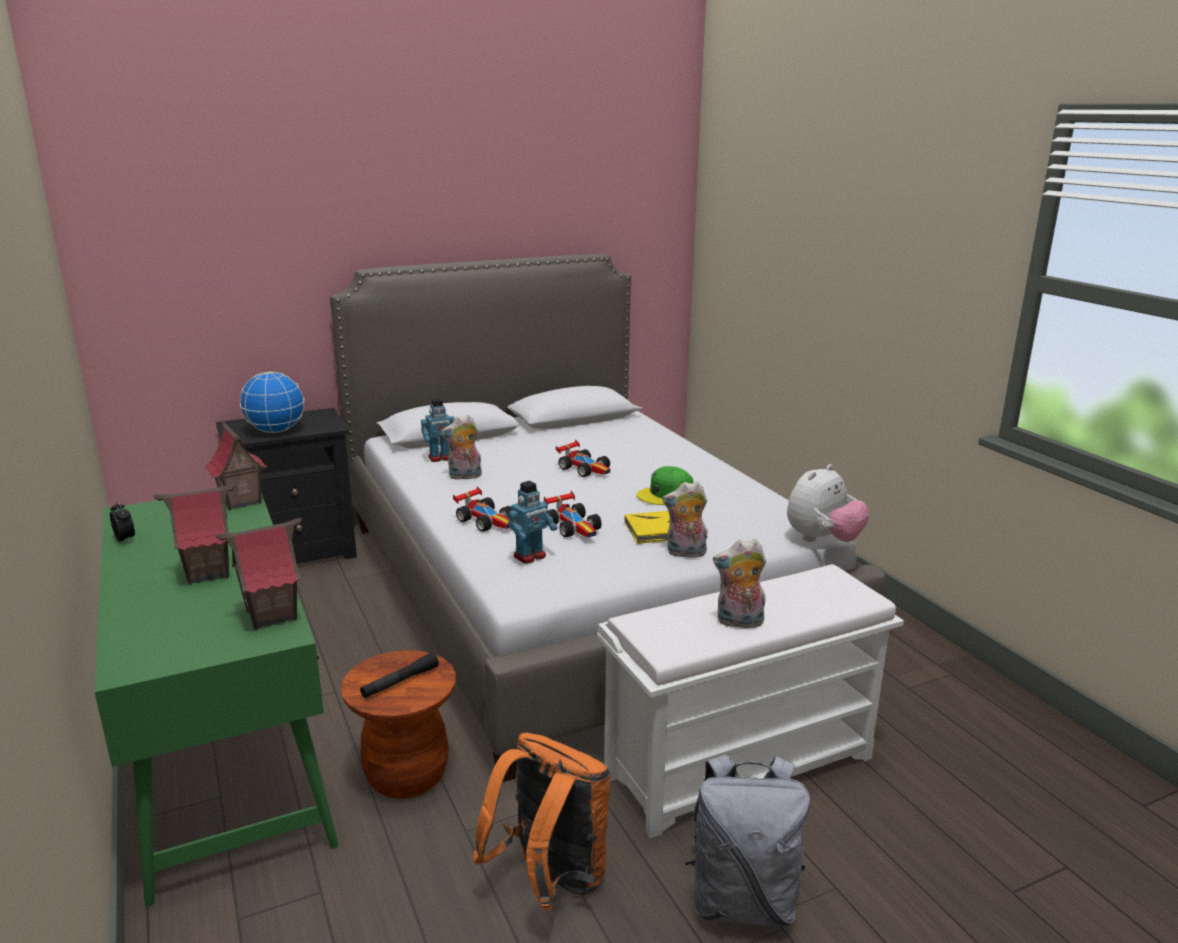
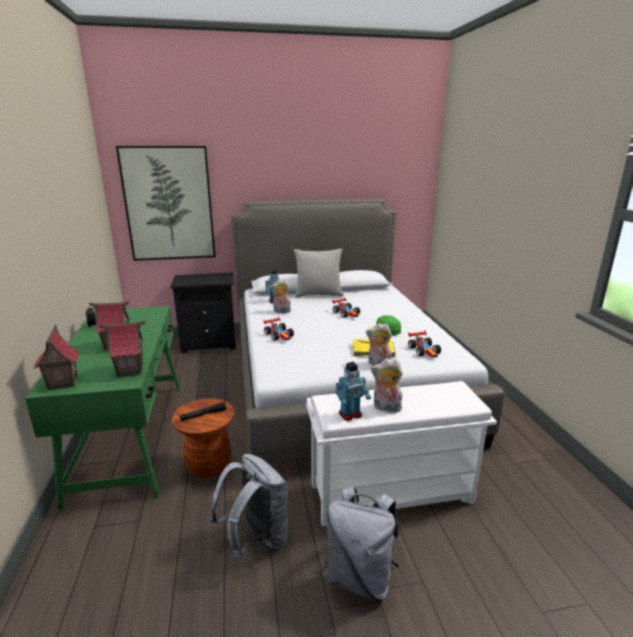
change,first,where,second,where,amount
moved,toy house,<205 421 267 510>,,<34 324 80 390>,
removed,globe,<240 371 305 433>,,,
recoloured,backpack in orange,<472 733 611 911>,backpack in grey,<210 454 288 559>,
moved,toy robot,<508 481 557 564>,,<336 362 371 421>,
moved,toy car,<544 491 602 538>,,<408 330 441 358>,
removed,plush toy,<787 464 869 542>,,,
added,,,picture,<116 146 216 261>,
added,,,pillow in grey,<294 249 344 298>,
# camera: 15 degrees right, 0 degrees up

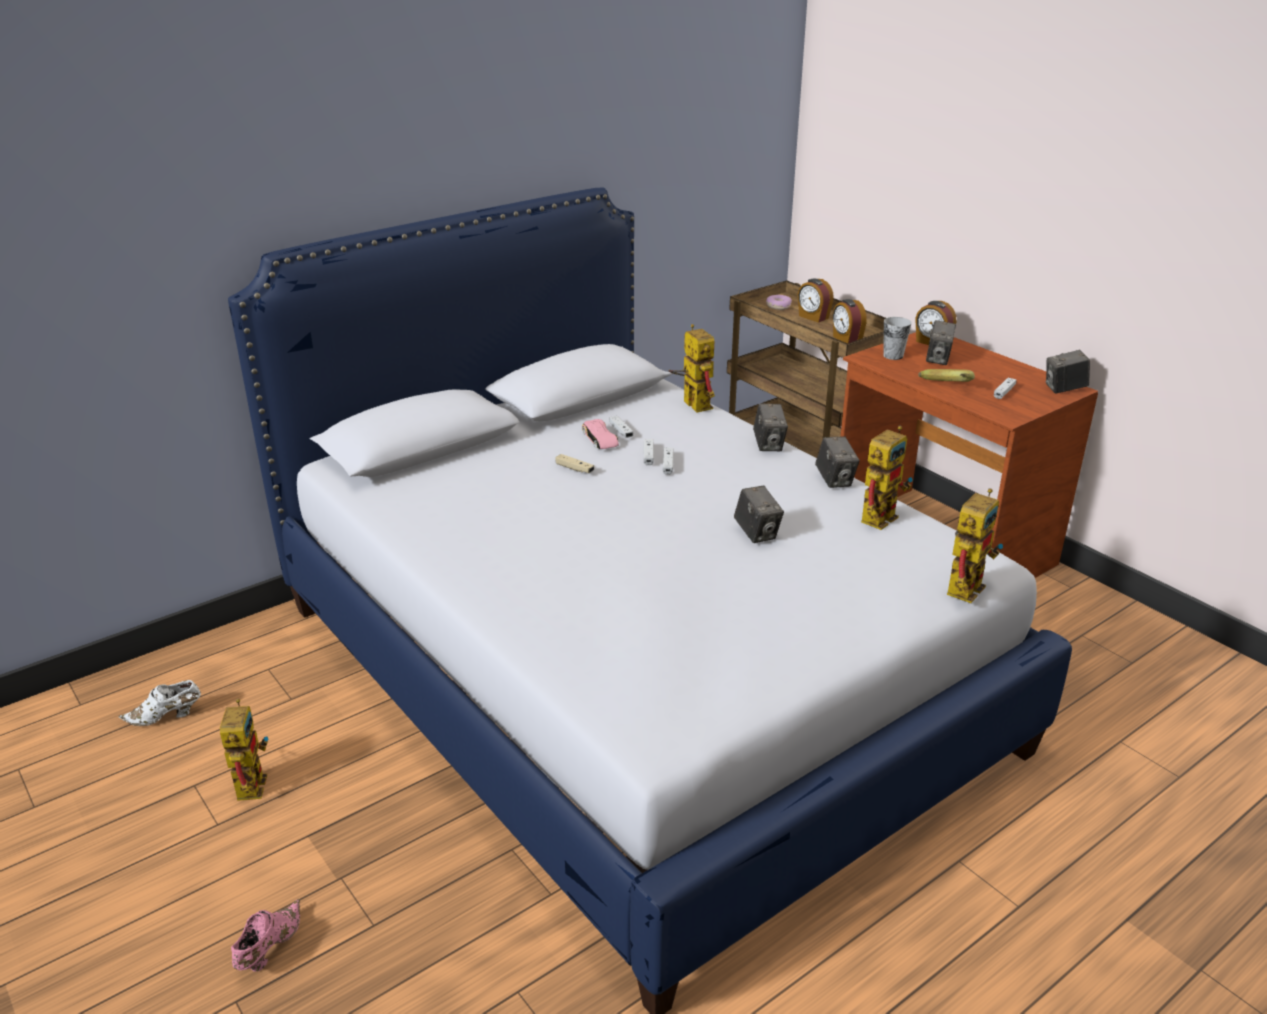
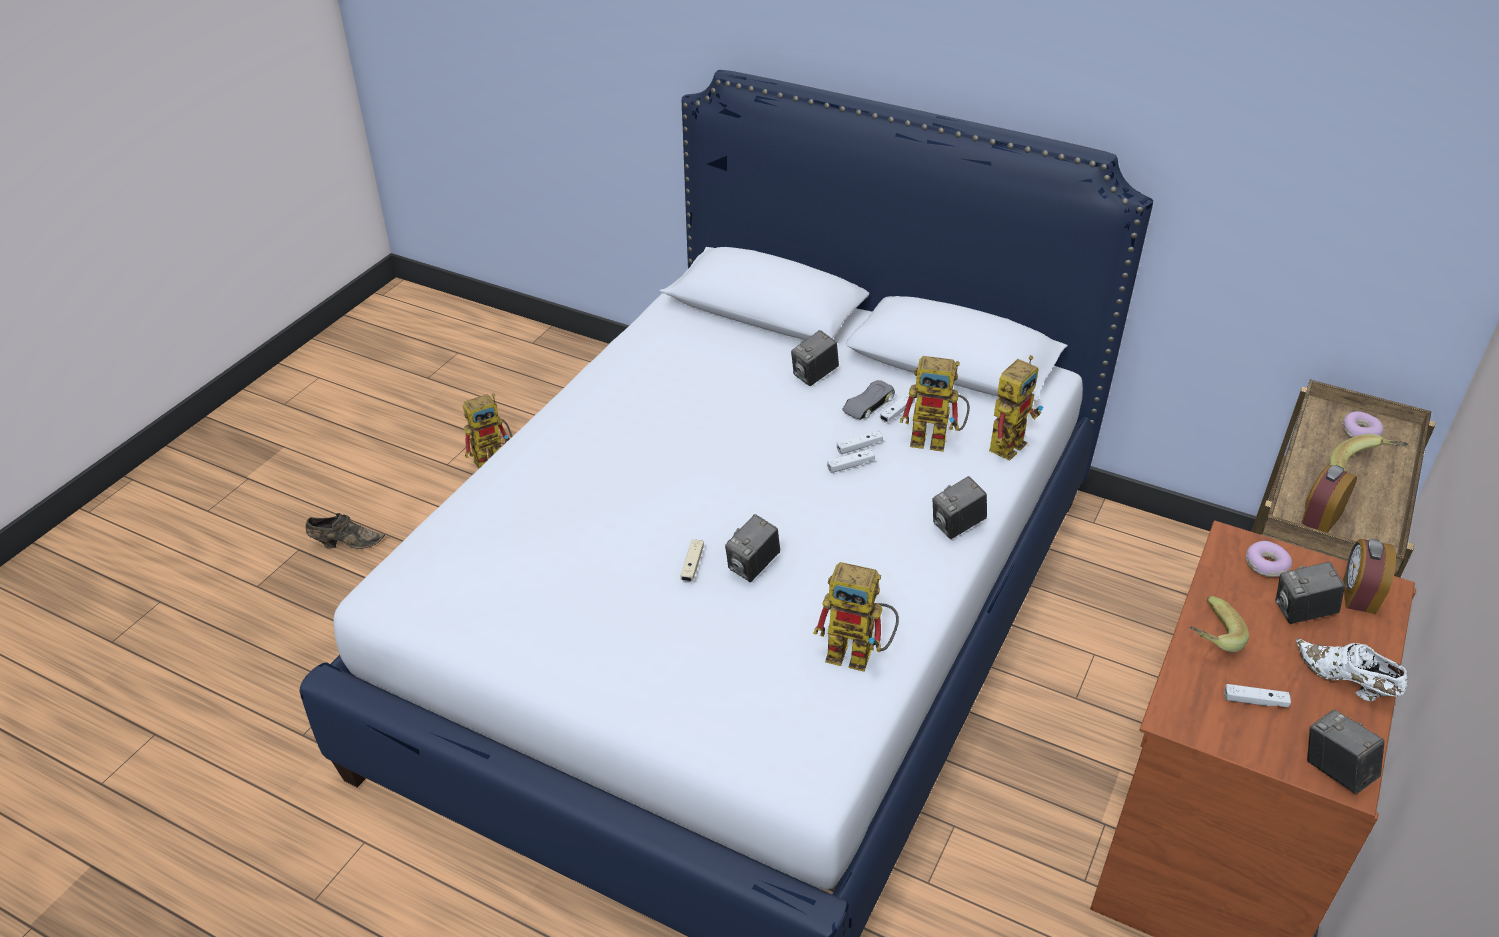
change,first,where,second,where,amount
moved,shoe in white,<119 680 201 726>,,<1296 638 1408 701>,
recoloured,shoe in pink,<231 899 300 972>,shoe in brown,<305 513 385 549>,
moved,game controller in beige,<555 454 594 473>,,<680 539 704 582>,
recoloured,toy car in pink,<582 419 619 449>,toy car in grey,<842 380 895 420>,
replaced,alarm clock,<798 279 834 323>,banana,<1329 434 1408 471>,
moved,photo camera,<815 436 860 488>,,<791 330 839 386>,
replaced,cup,<883 317 911 360>,donut,<1246 541 1292 577>,
moved,toy robot,<947 489 1004 603>,,<900 356 970 452>,
# camera: 65 degrees right, 10 degrees up

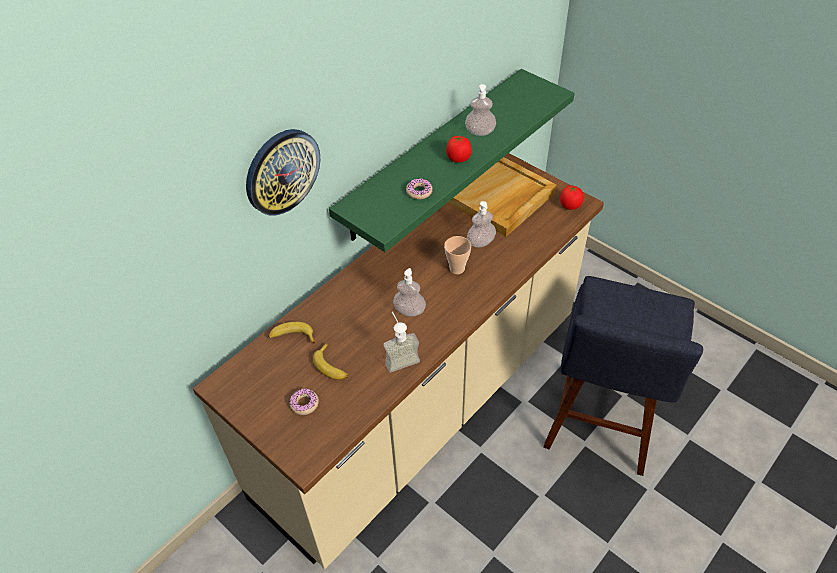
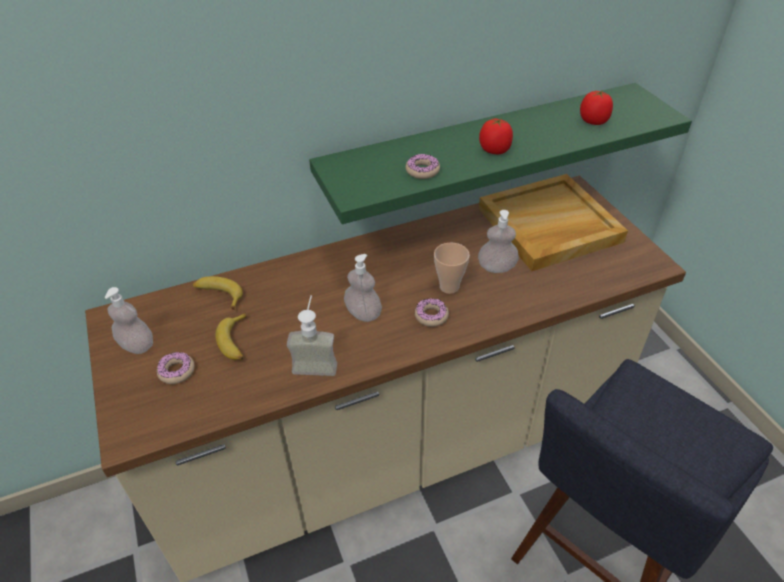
change,first,where,second,where,amount
removed,wall clock,<246 129 320 215>,,,
moved,soap dispenser,<465 84 496 136>,,<105 287 153 354>,
moved,tomato,<560 185 584 210>,,<580 90 613 125>,
added,,,donut,<415 298 449 327>,
# camera: 25 degrees right, 5 degrees down

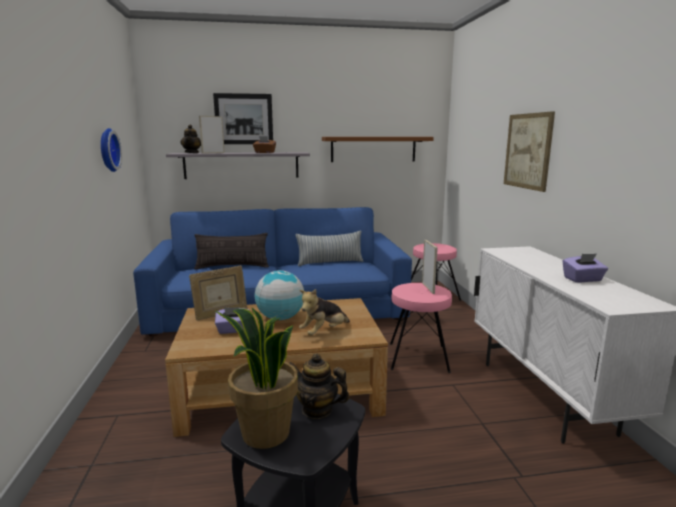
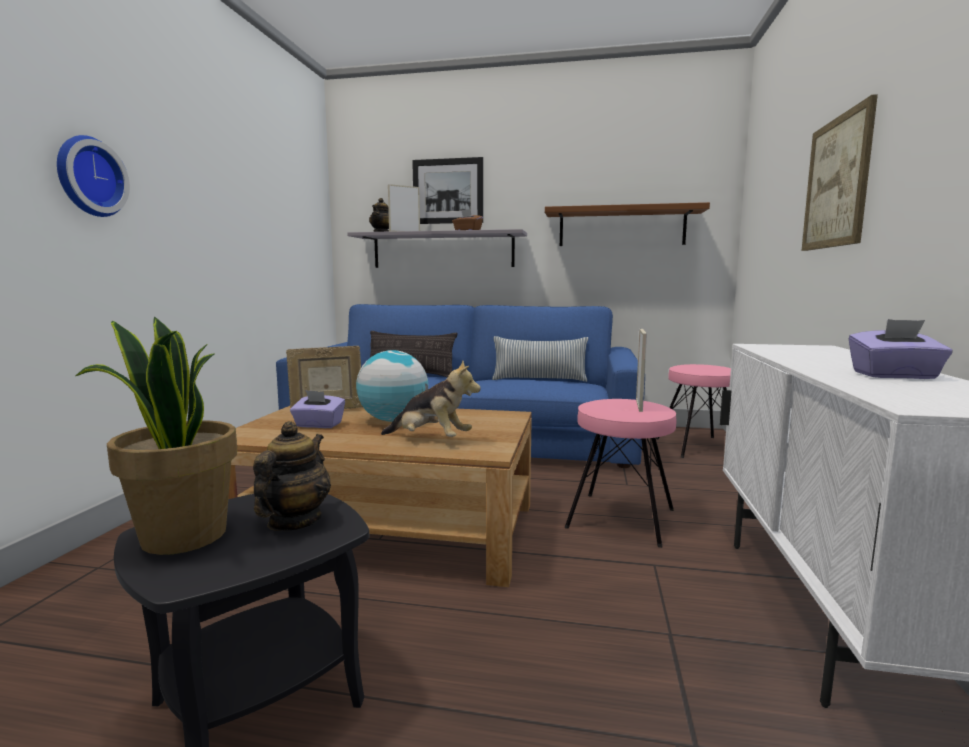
change,first,where,second,where,amount
moved,wall clock,<101 128 122 172>,,<57 135 130 217>,
turned,teapot,<289 353 350 419>,,<253 421 331 531>,60 degrees clockwise
turned,plush toy,<299 289 350 335>,,<381 360 481 437>,135 degrees counterclockwise
# camera: 20 degrees right, 5 degrees down

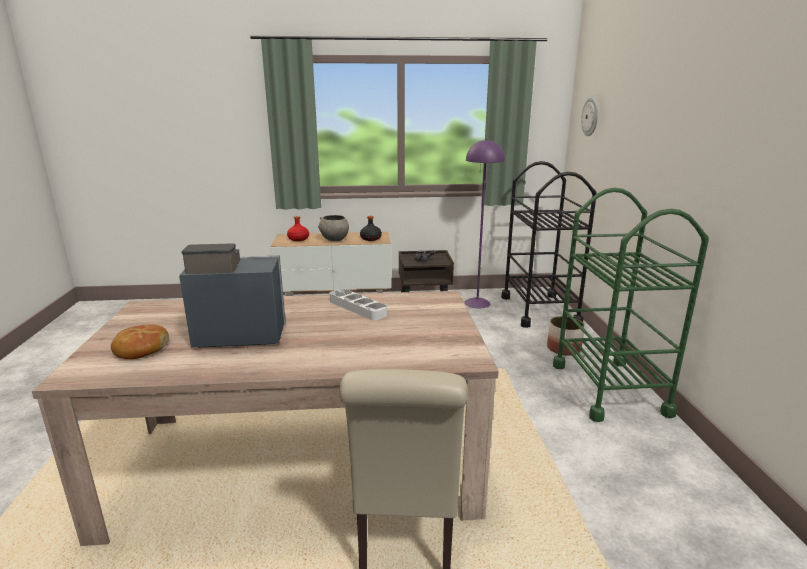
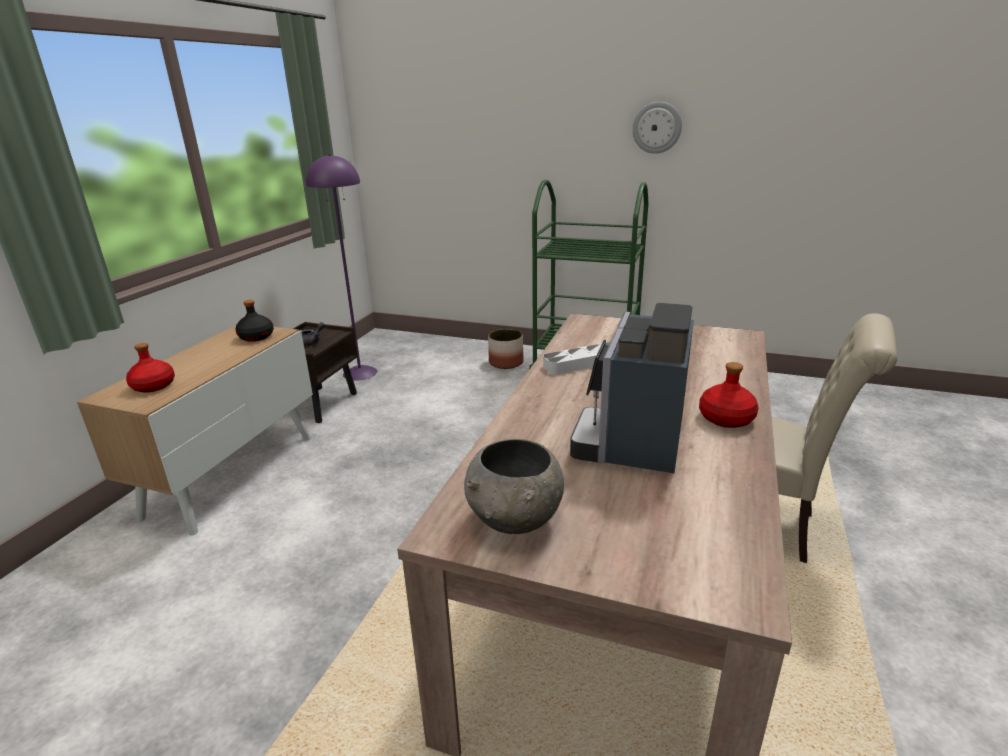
change,first,where,second,where,amount
removed,bread,<111 325 169 359>,,,
moved,bowl in grey,<318 215 349 242>,,<464 439 564 534>,
removed,cart in black,<501 161 597 328>,,,
moved,wall clock,<581 98 598 136>,,<633 102 682 154>,
added,,,bottle in red,<699 362 759 428>,
# camera: 65 degrees left, 5 degrees up

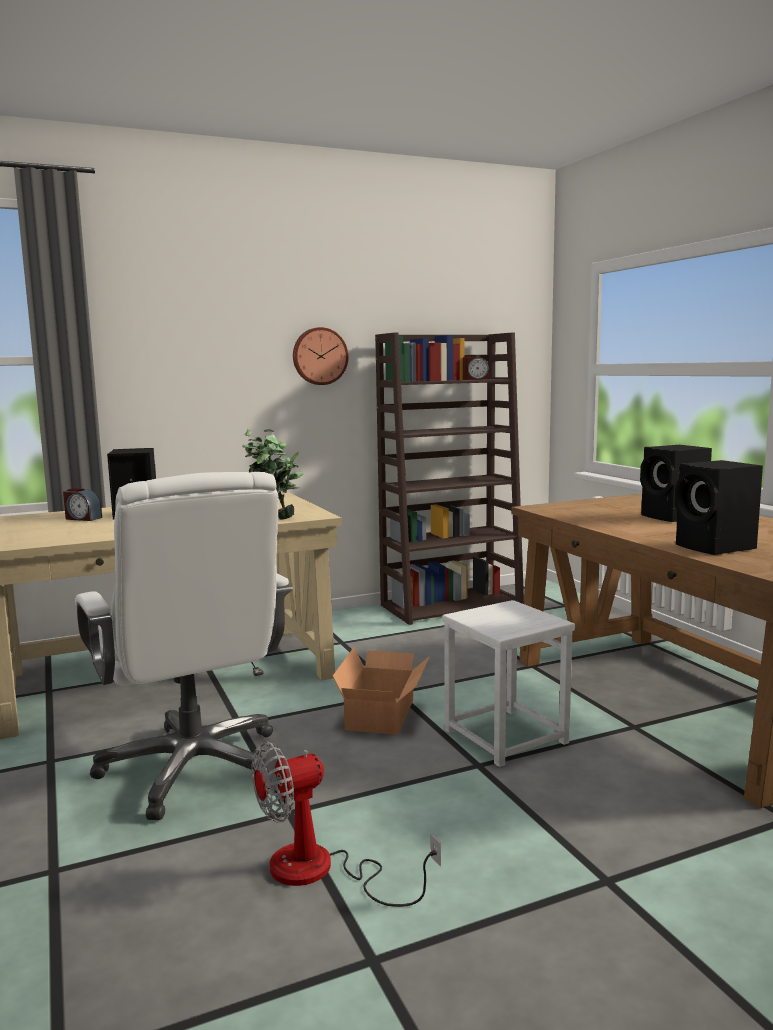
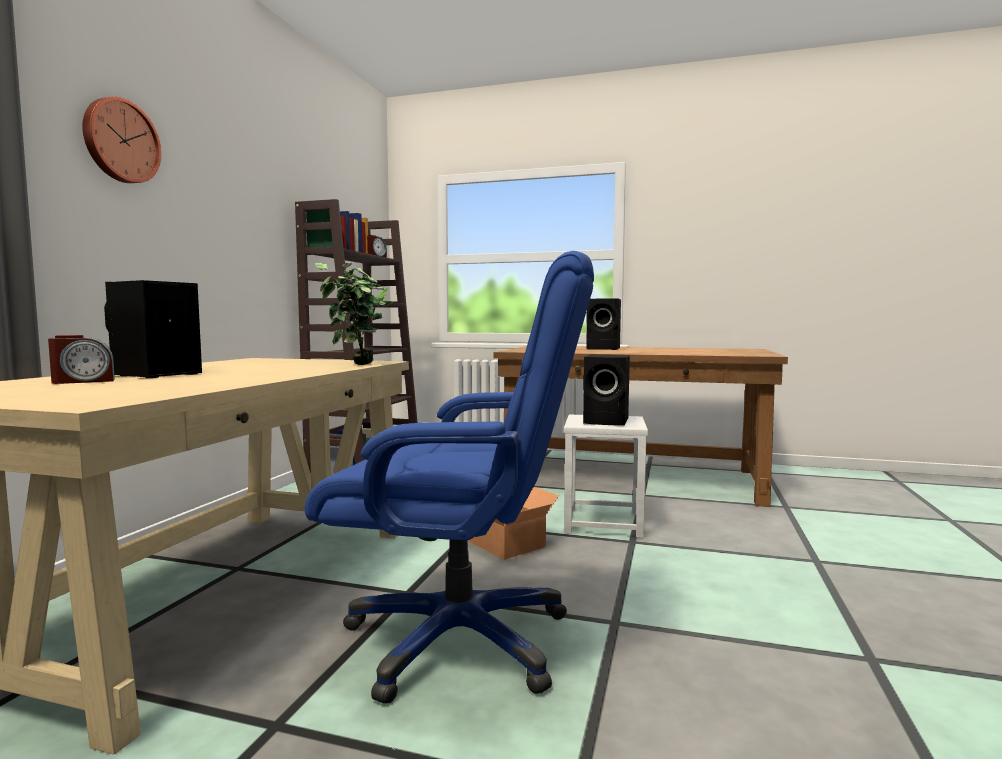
change,first,where,second,where,amount
recoloured,office chair in white,<75 472 293 820>,office chair in blue,<305 251 594 704>,
removed,fan,<251 741 441 907>,,,
moved,wall clock,<293 327 348 385>,,<82 96 161 183>,
moved,speaker in black,<675 460 763 555>,,<583 355 630 426>,
# camera: 50 degrees left, 5 degrees down

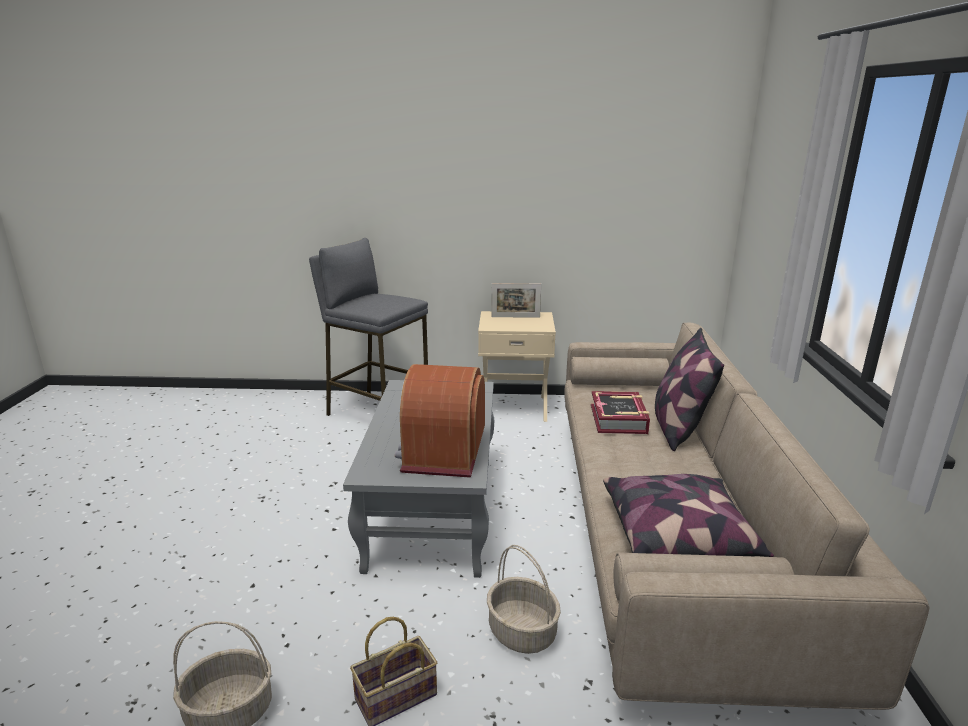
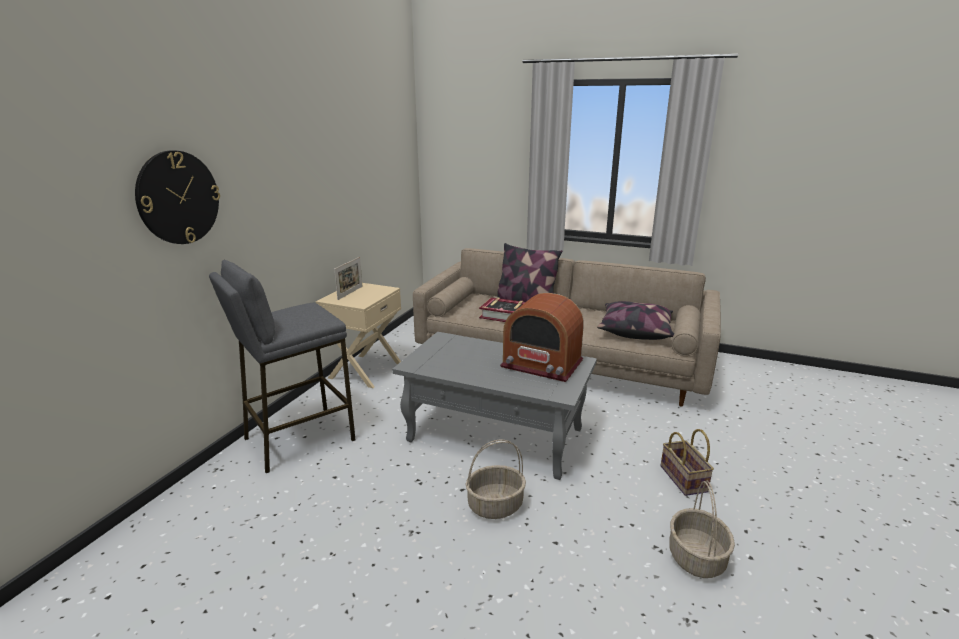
change,first,where,second,where,amount
moved,basket,<487 545 561 654>,,<466 440 526 519>,
added,,,wall clock,<135 150 220 244>,
# camera: 70 degrees left, 0 degrees up

